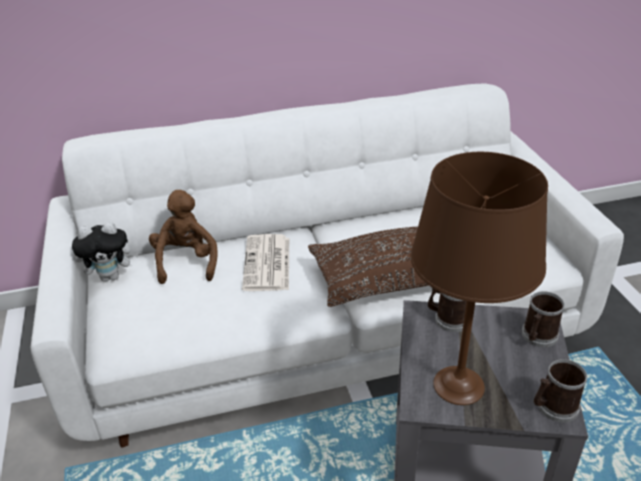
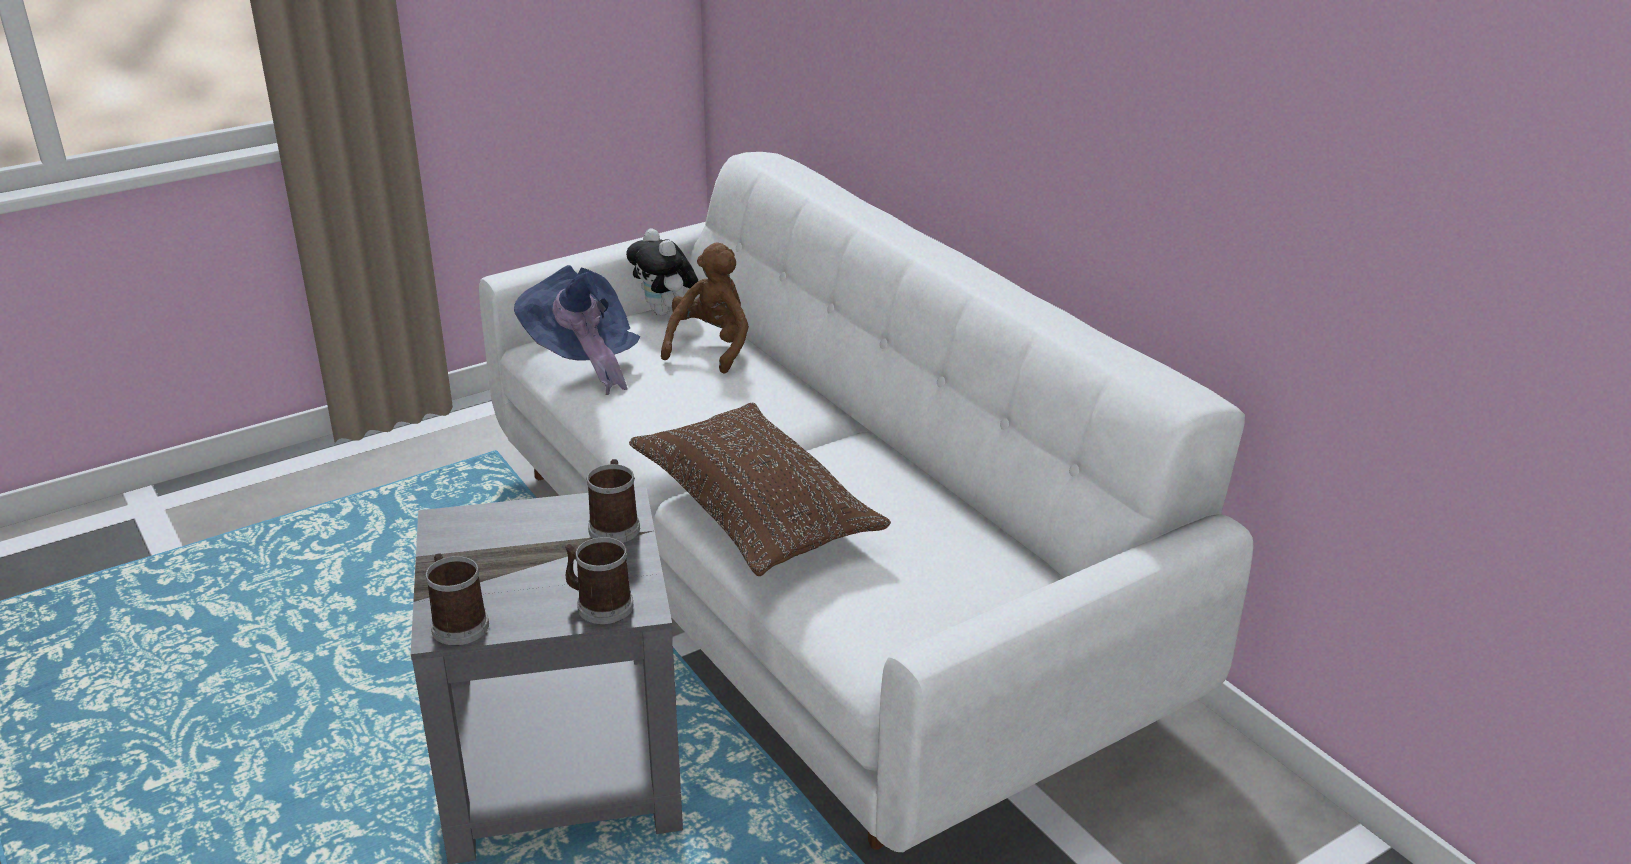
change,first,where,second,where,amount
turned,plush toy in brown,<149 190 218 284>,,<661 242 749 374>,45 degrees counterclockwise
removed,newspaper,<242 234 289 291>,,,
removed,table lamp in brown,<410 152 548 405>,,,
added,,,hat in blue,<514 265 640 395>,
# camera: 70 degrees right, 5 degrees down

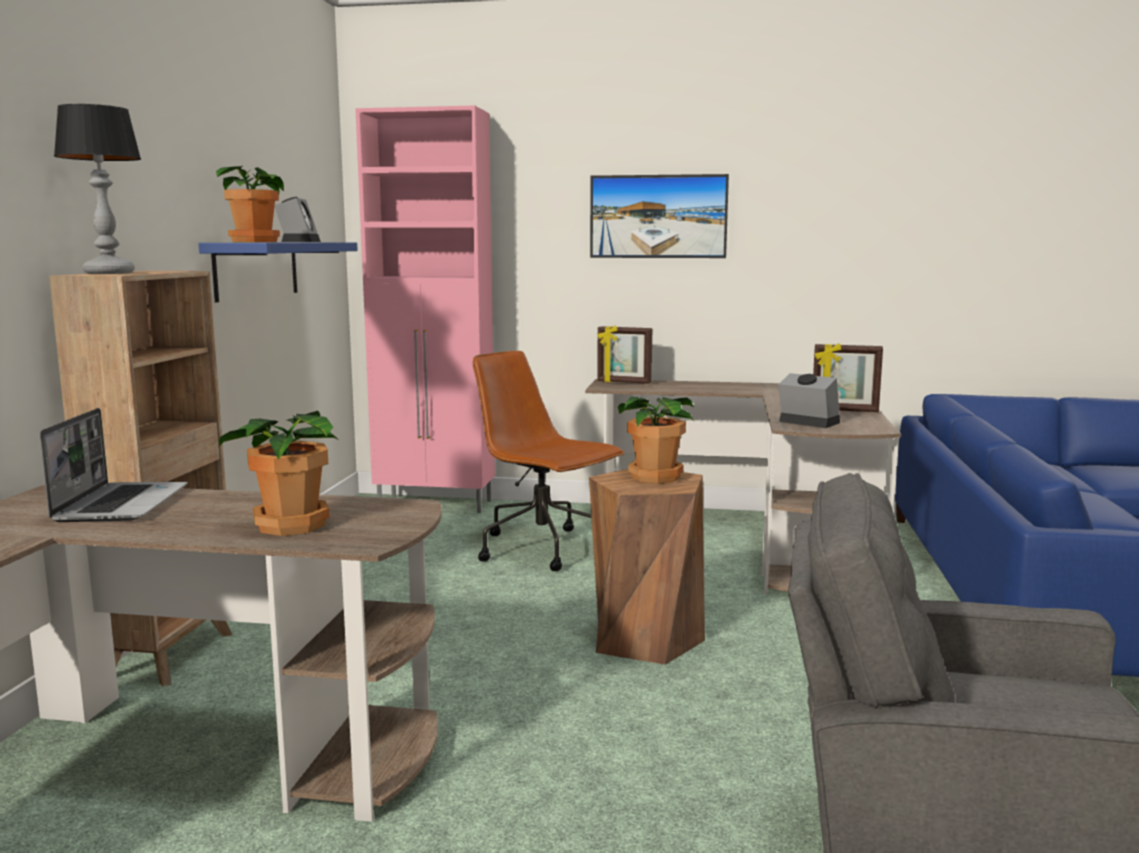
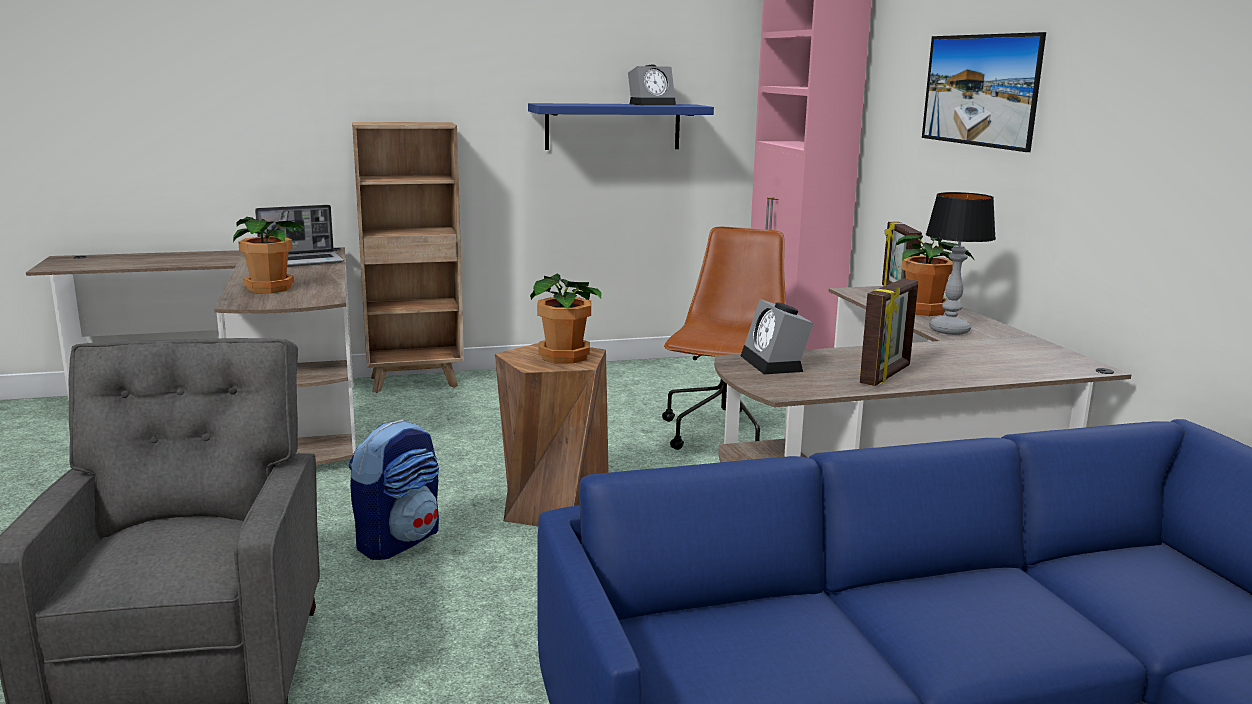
change,first,where,second,where,amount
moved,table lamp,<54 104 141 274>,,<926 192 996 335>,
moved,potted plant,<216 166 284 242>,,<896 235 974 316>,
turned,alarm clock,<778 373 840 428>,,<741 299 813 374>,150 degrees clockwise
turned,picture frame,<813 343 883 412>,,<860 279 918 386>,135 degrees counterclockwise
added,,,backpack,<349 420 439 560>,
# camera: 65 degrees right, 5 degrees up

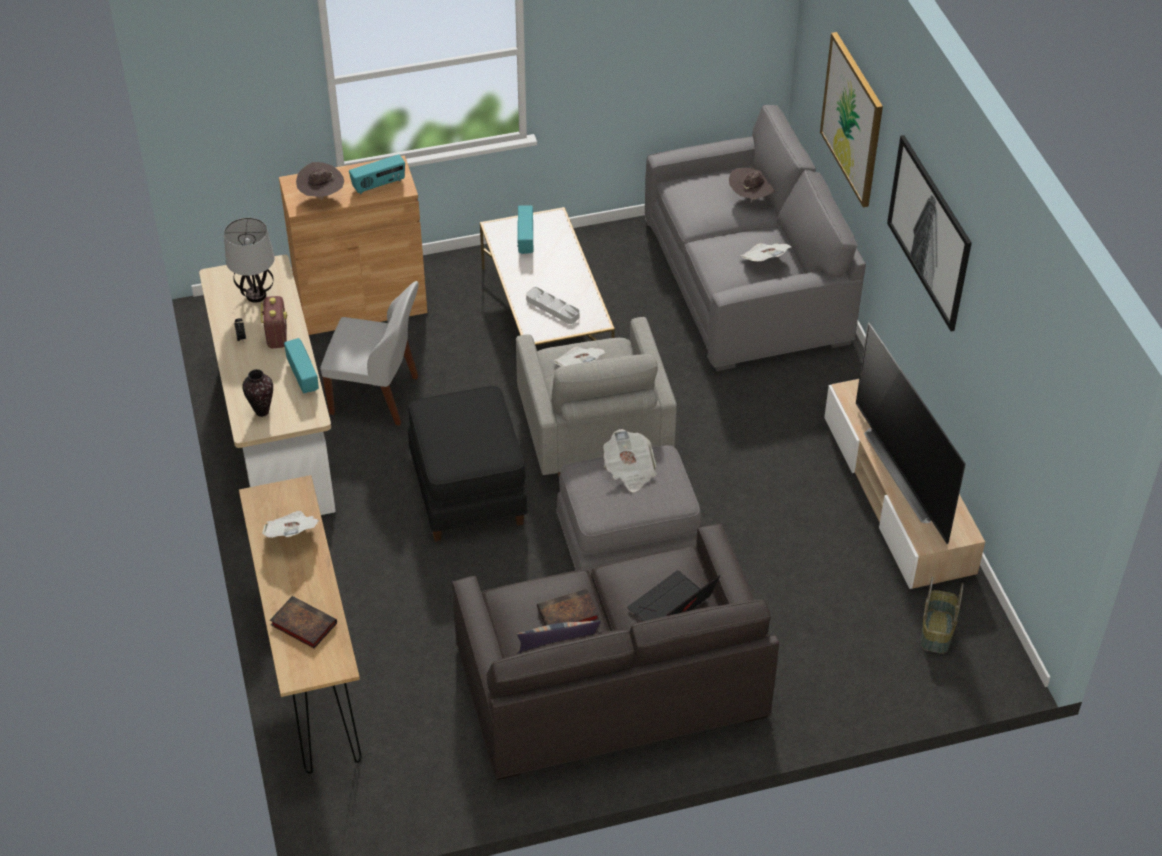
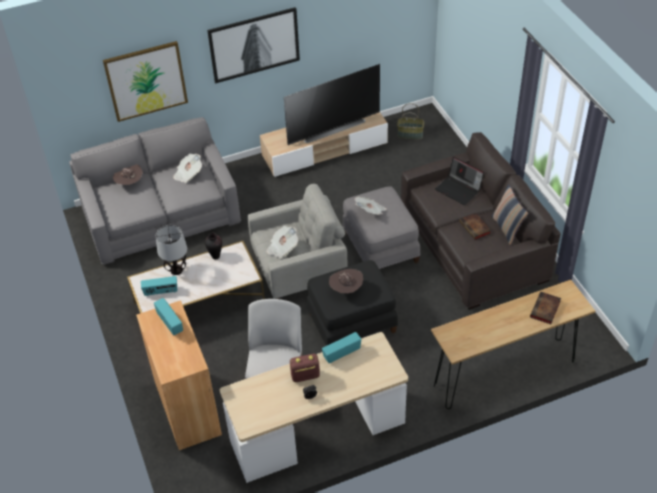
change,first,where,second,where,amount
moved,table lamp,<224 218 275 303>,,<156 225 187 275>,
moved,vase,<242 369 273 417>,,<205 233 222 260>,
removed,newspaper,<262 511 319 538>,,,
moved,hat in brown,<296 162 344 200>,,<329 269 363 293>,
removed,tray in grey,<526 287 580 324>,,,
# camera: 95 degrees left, 0 degrees up

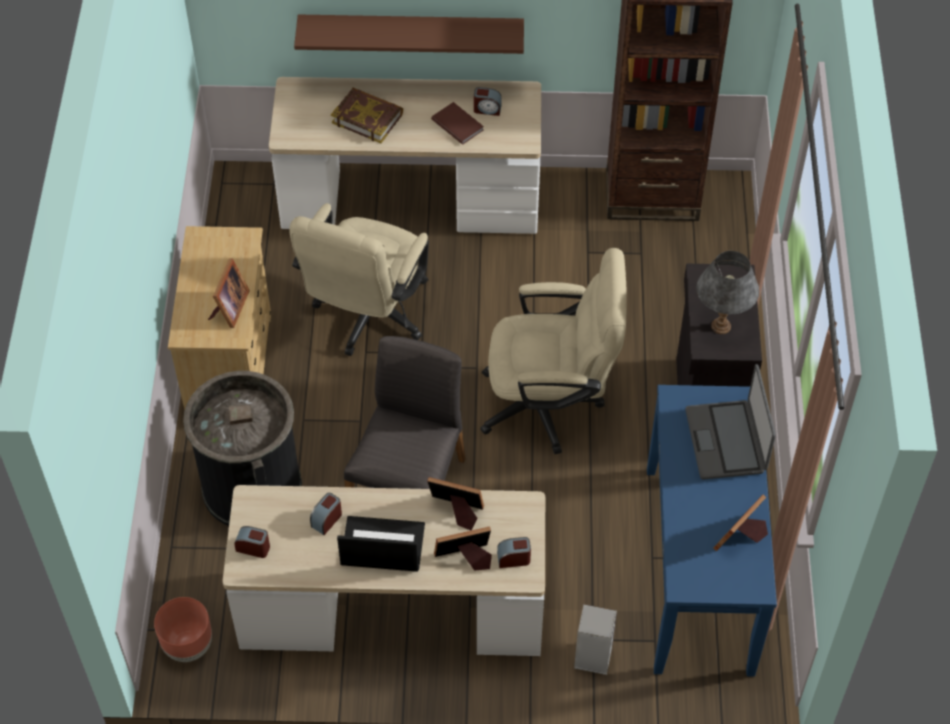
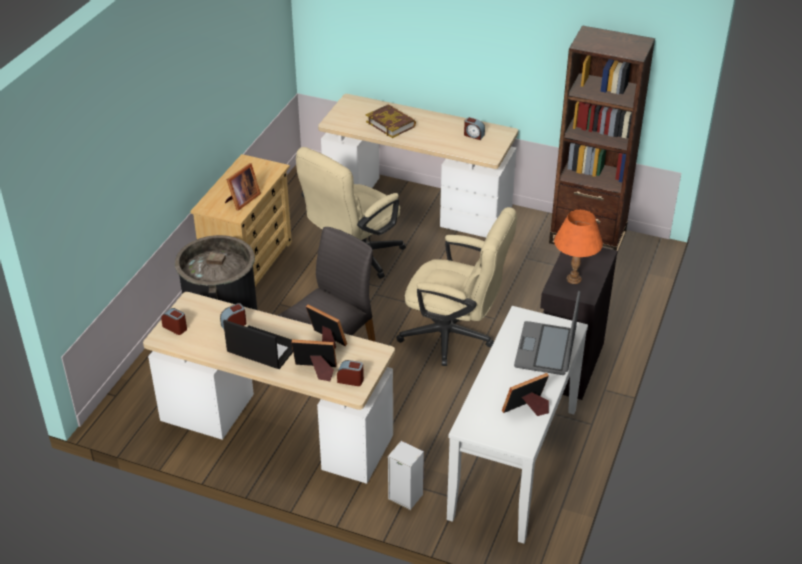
change,first,where,second,where,amount
removed,planter in brown,<154 597 212 662>,,,
removed,shelf in brown,<294 14 524 54>,,,
removed,book in brown,<431 102 484 145>,,,
recoloured,console table in blue,<647 385 777 676>,console table in white,<447 306 588 544>,
recoloured,table lamp in grey,<696 251 760 334>,table lamp in orange,<554 210 603 284>,
# camera: 20 degrees right, 15 degrees down

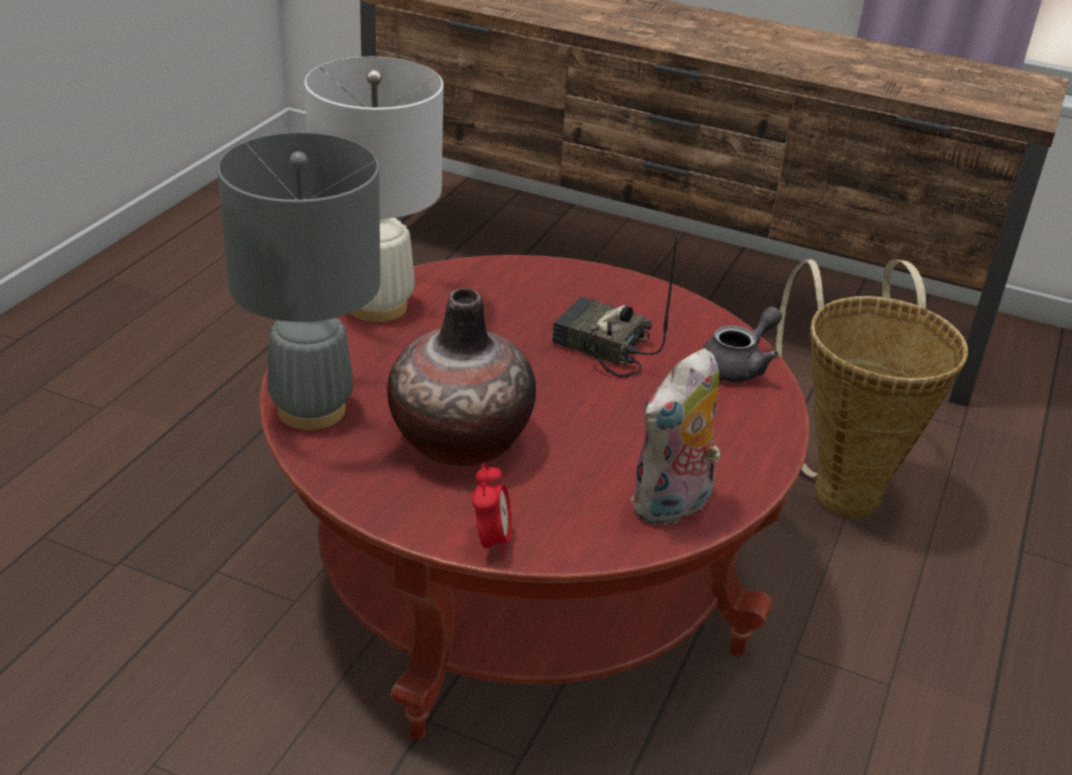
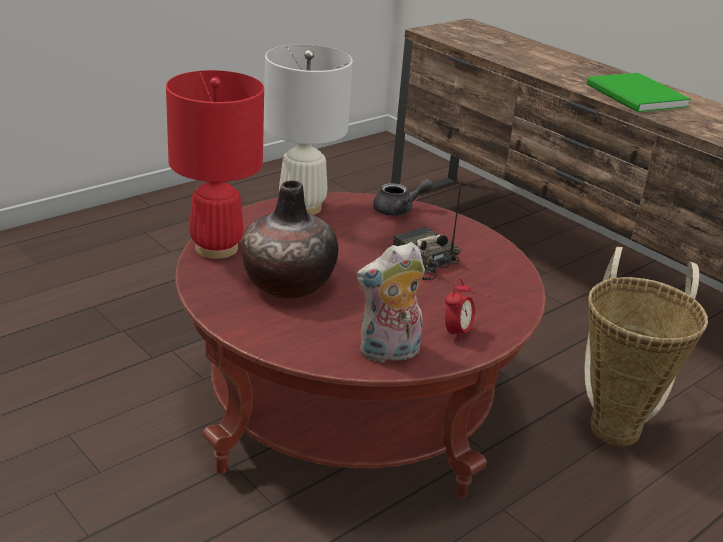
change,first,where,second,where,amount
recoloured,table lamp in grey,<217 133 381 430>,table lamp in red,<166 70 264 259>,
moved,alarm clock,<472 462 512 558>,,<445 279 475 342>,
moved,teapot in grey,<702 307 782 382>,,<373 179 433 216>,
added,,,book in green,<587 73 691 112>,
# camera: 25 degrees right, 5 degrees down

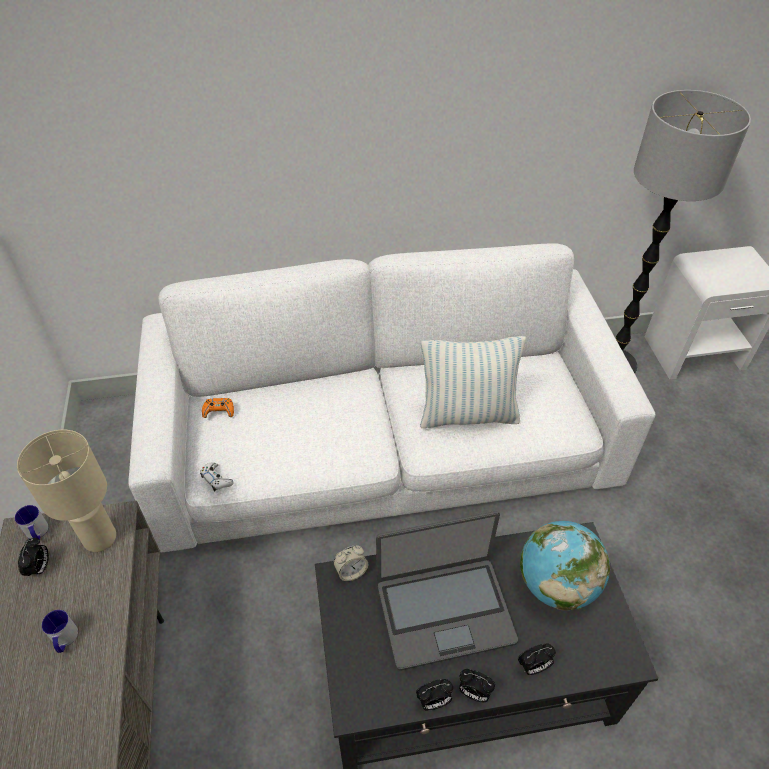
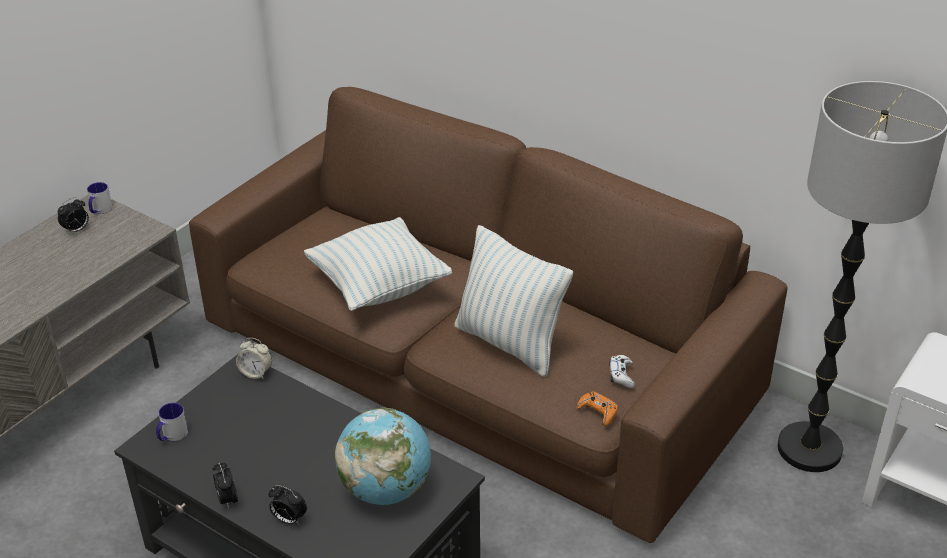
change,first,where,second,where,amount
removed,table lamp in beige,<17 430 116 552>,,,
moved,mug,<42 610 78 653>,,<156 403 188 441>,
recoloured,sofa in white,<129 243 656 552>,sofa in brown,<189 87 788 543>,
moved,game controller in white,<200 463 234 491>,,<609 355 635 388>,
moved,game controller in orange,<202 398 234 418>,,<576 392 618 426>,
removed,laptop,<376 511 518 671>,,,
removed,alarm clock,<416 679 453 711>,,,
added,,,pillow,<304 217 452 311>,
# camera: 45 degrees right, 10 degrees down

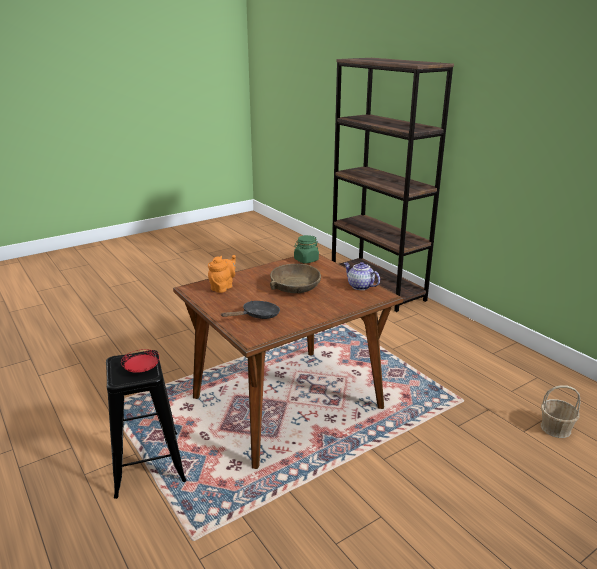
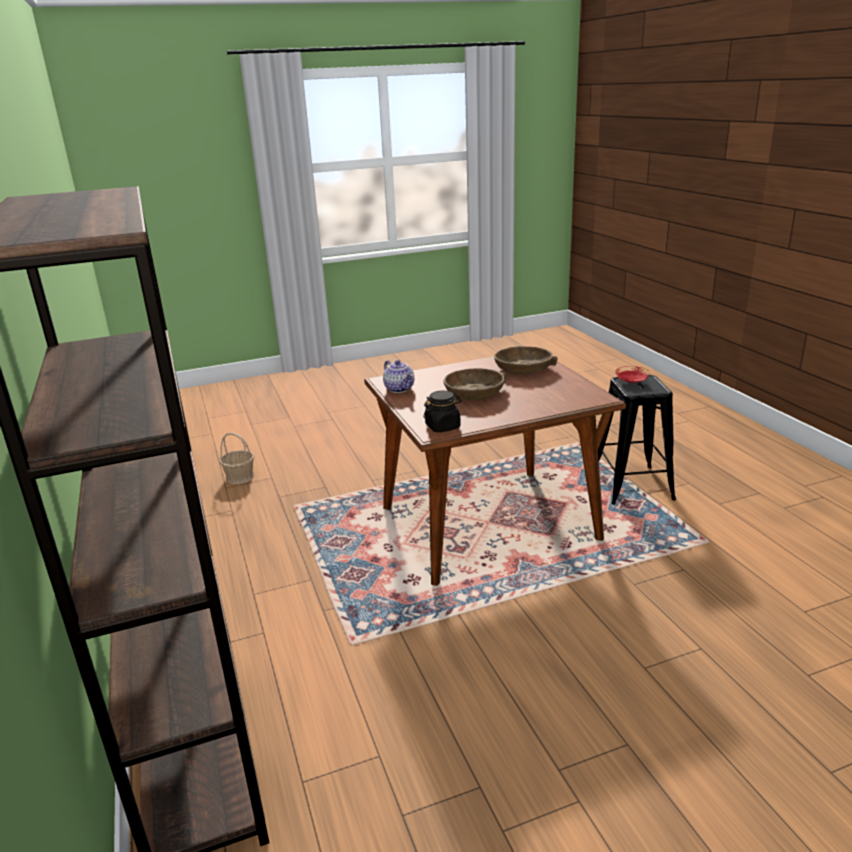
change,first,where,second,where,amount
removed,teapot in orange,<208 255 236 293>,,,
replaced,frying pan in black,<221 301 280 319>,bowl in brown,<494 346 558 375>,
recoloured,jar in green,<294 235 319 264>,jar in black,<424 391 461 432>,
# camera: 165 degrees left, 0 degrees up

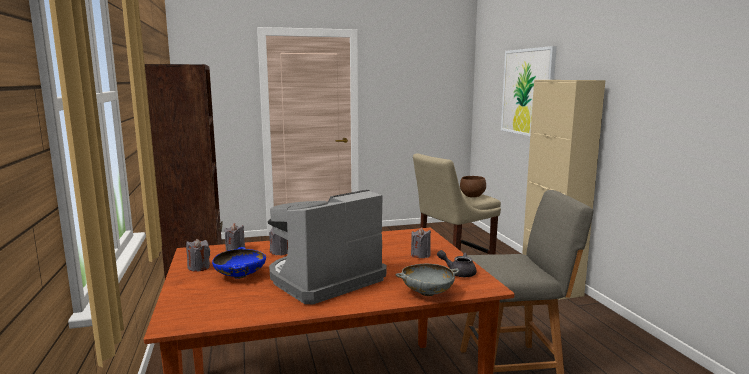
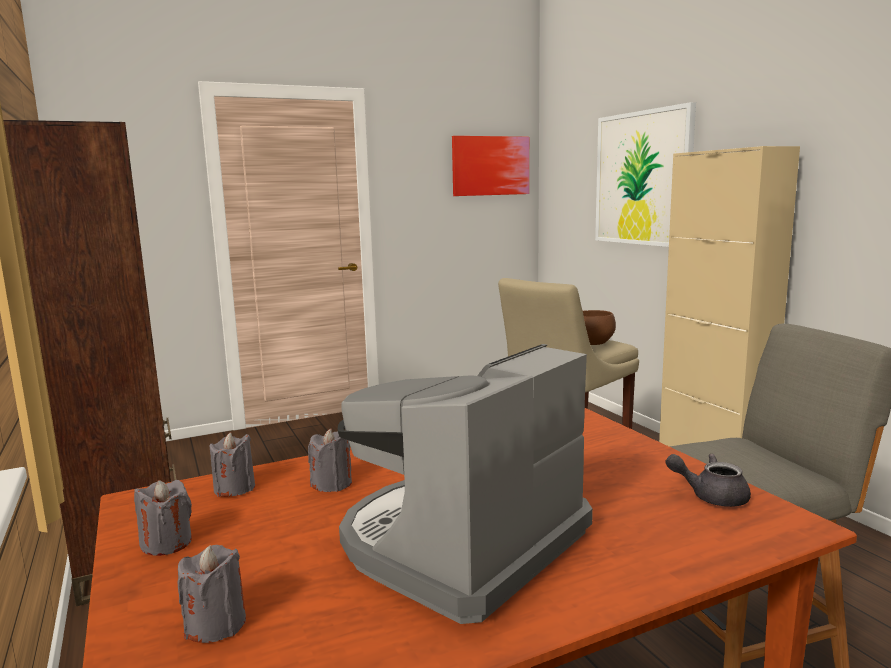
change,first,where,second,where,amount
removed,bowl in blue,<212 247 266 279>,,,
removed,bowl in grey,<396 264 459 296>,,,
moved,candle in grey,<411 228 431 258>,,<178 545 246 643>,
added,,,picture,<452 136 529 196>,
# camera: 10 degrees left, 0 degrees up

